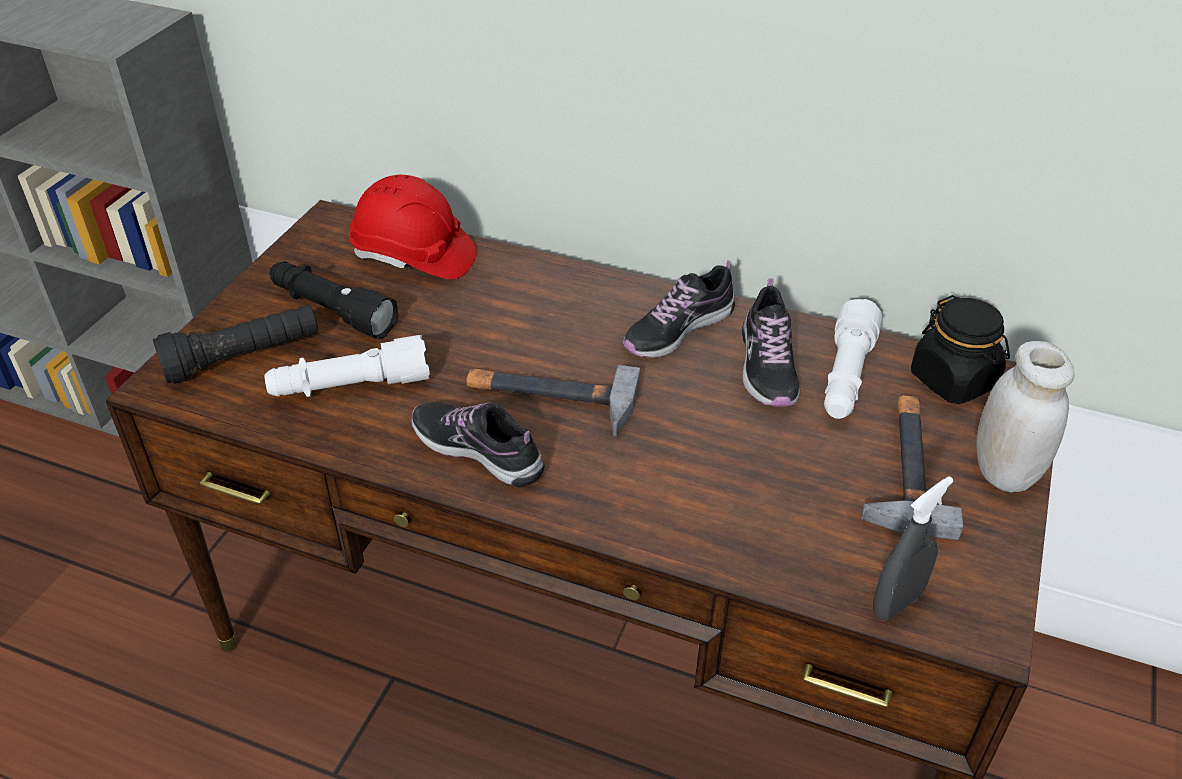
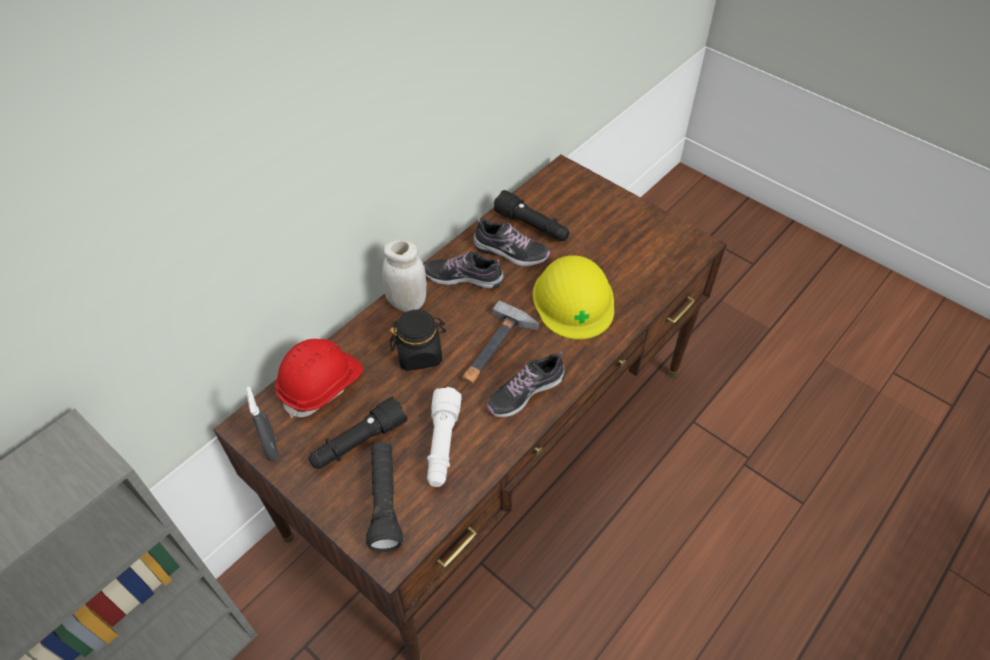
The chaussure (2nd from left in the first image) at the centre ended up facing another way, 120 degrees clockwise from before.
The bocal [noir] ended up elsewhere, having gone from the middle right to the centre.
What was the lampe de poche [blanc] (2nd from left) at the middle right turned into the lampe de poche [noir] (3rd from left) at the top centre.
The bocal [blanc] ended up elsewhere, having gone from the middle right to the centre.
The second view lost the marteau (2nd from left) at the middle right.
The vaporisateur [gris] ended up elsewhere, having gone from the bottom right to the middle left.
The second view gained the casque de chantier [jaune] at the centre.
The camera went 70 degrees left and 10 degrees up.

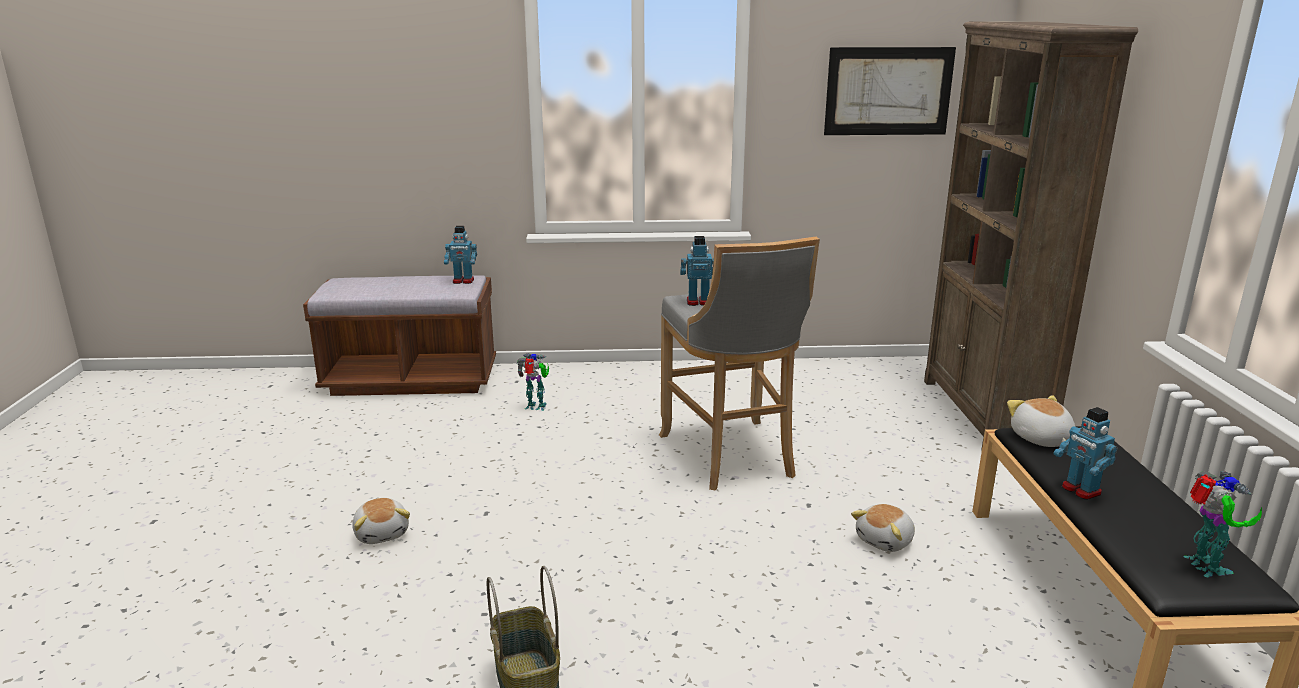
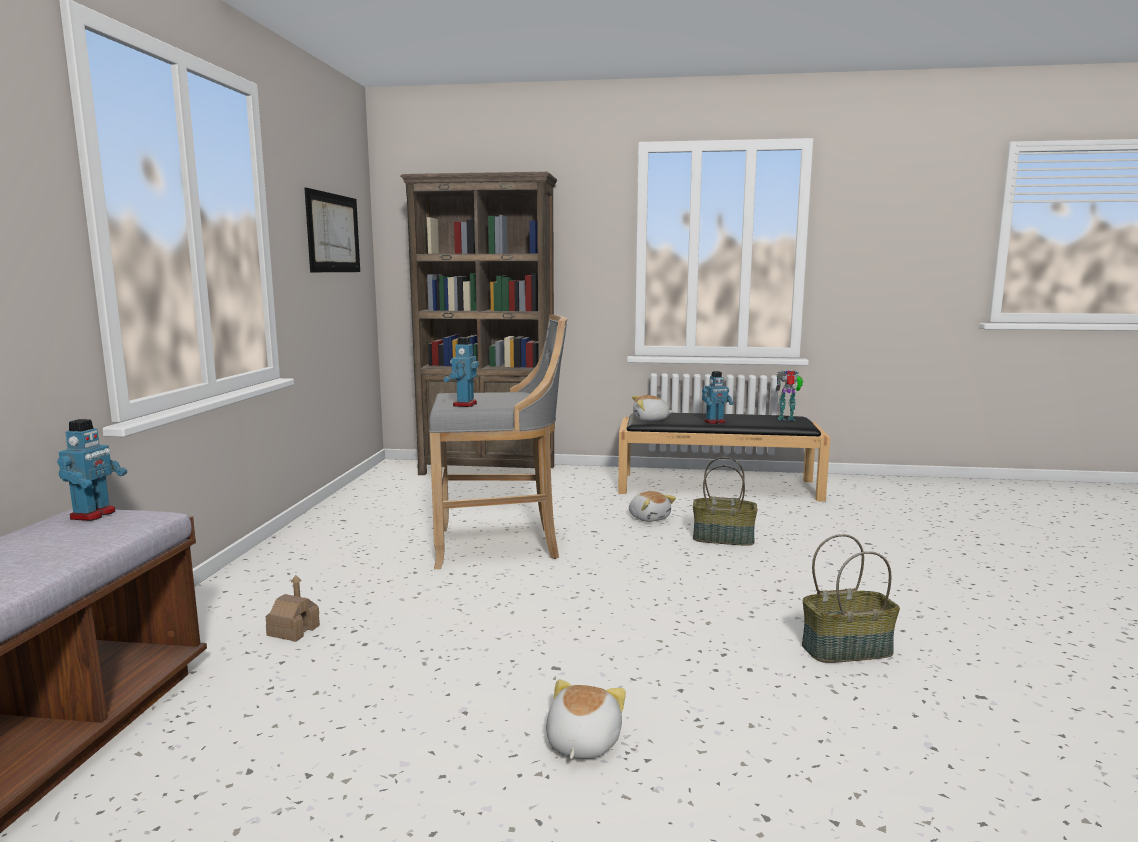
Where the robot jouet (2nd from left) stood at the centre, the maison miniature came to stand at the bottom left.
The peluche (1st from left) at the bottom left ended up facing another way, 60 degrees counterclockwise from before.
The second view gained the panier (1st from left) at the centre.
The camera went 80 degrees left and 10 degrees down.

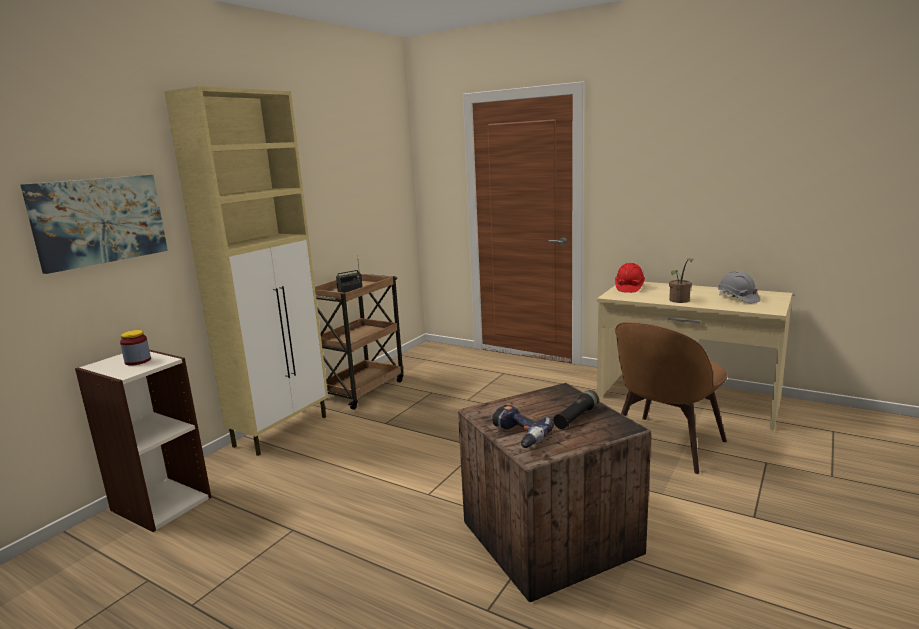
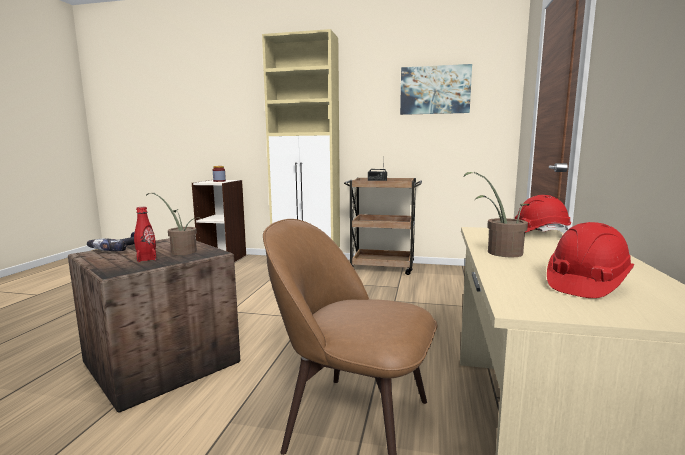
The tableau ended up elsewhere, having gone from the middle left to the top centre.
What was the casque de chantier [gris] at the middle right turned into the casque de chantier [rouge] (2nd from left) at the middle right.
Where the lampe de poche [noir] stood at the centre, the bouteille [rouge] came to stand at the middle left.
The second view gained the plante en pot (1st from left) at the middle left.
The camera went 70 degrees right and 5 degrees down.

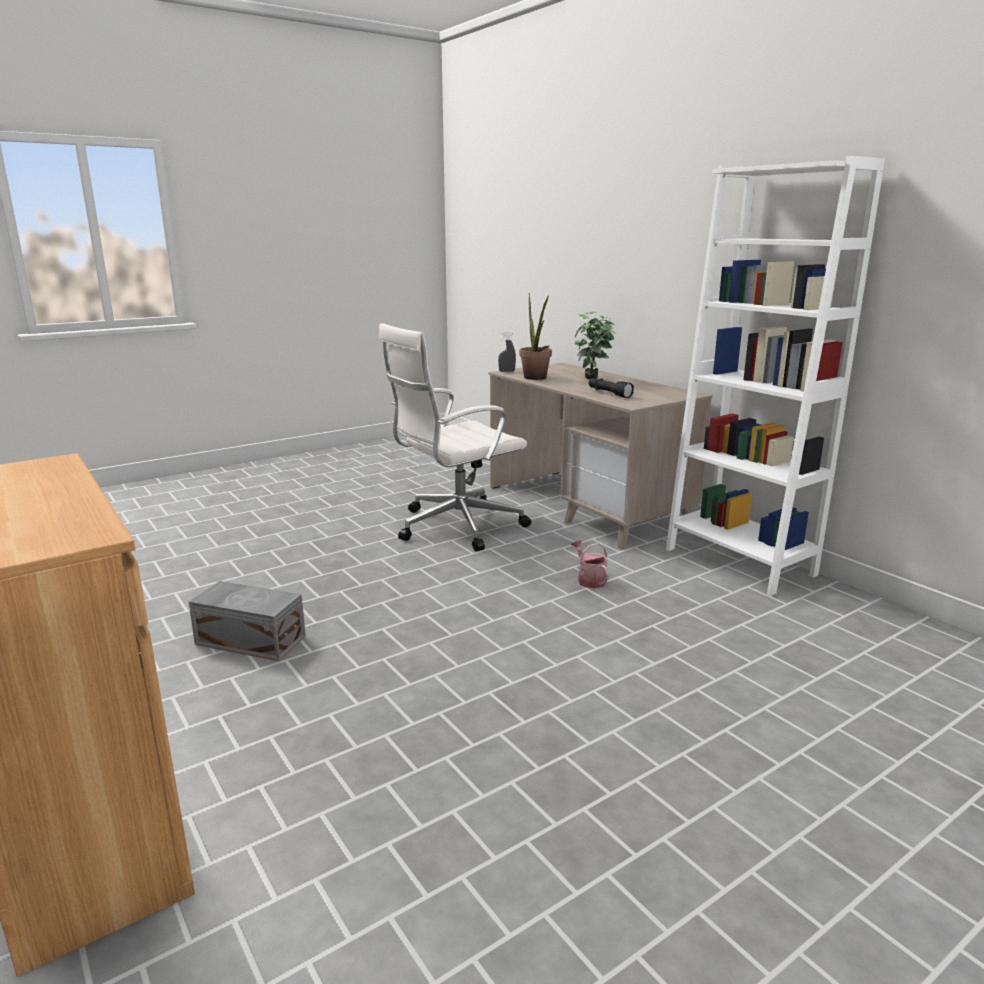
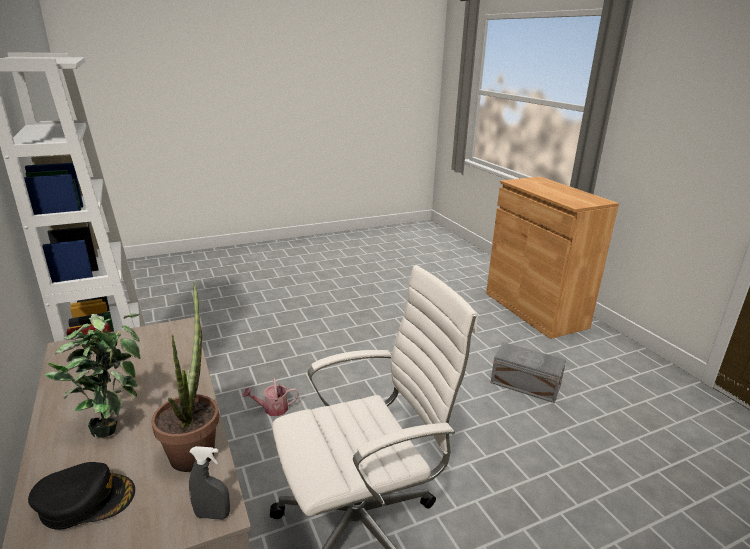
The second view lost the lampe de poche [noir] at the centre.
The arrosoir at the centre ended up facing another way, 90 degrees clockwise from before.
The second view gained the casquette [noir] at the bottom left.
The camera went 170 degrees left and 5 degrees up.

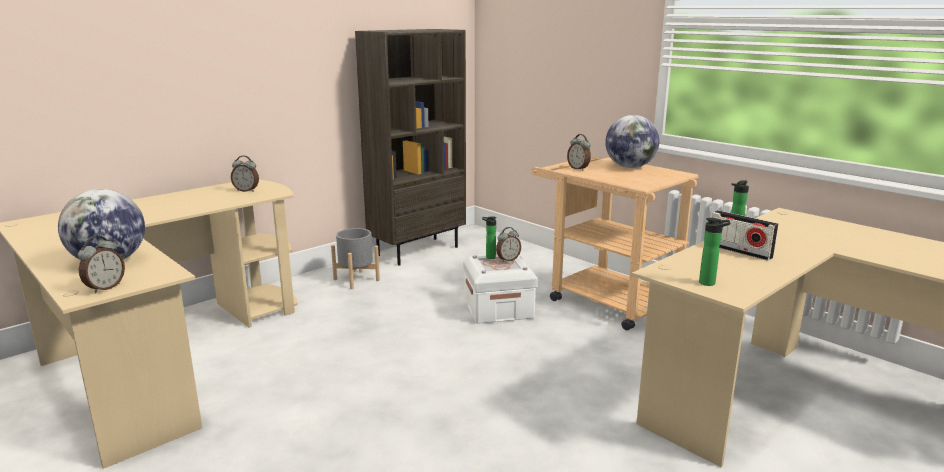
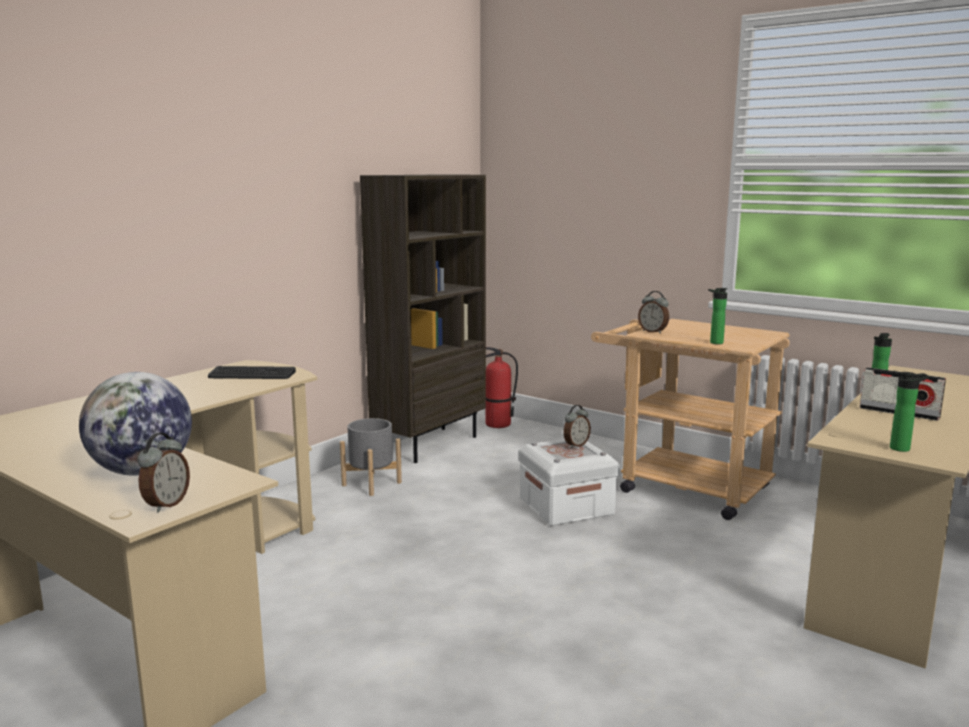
The second view lost the globe (2nd from left) at the top right.
Where the réveil (2nd from left) stood at the middle left, the clavier came to stand at the middle left.
The bouteille (1st from left) ended up elsewhere, having gone from the centre to the middle right.
The second view gained the extincteur at the centre.
The camera went 10 degrees left and 5 degrees down.

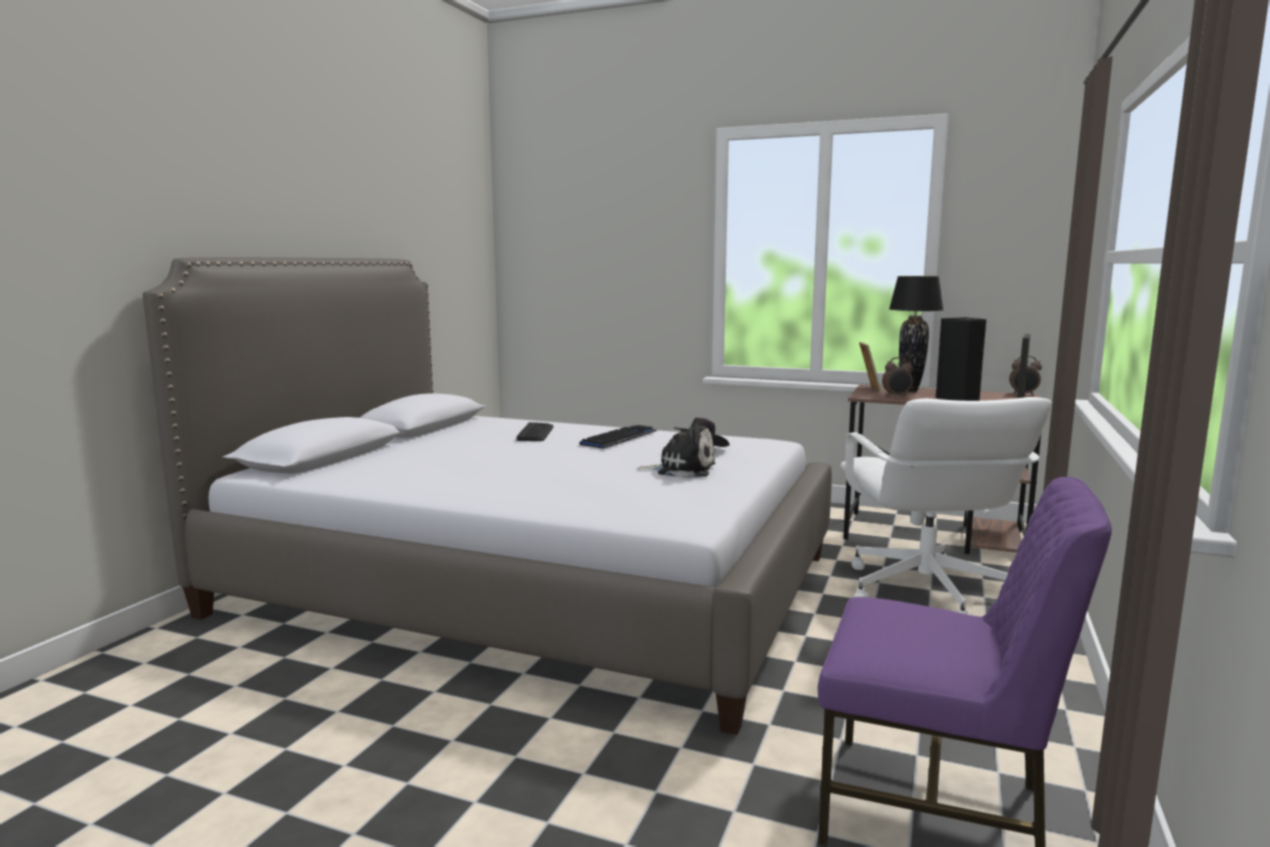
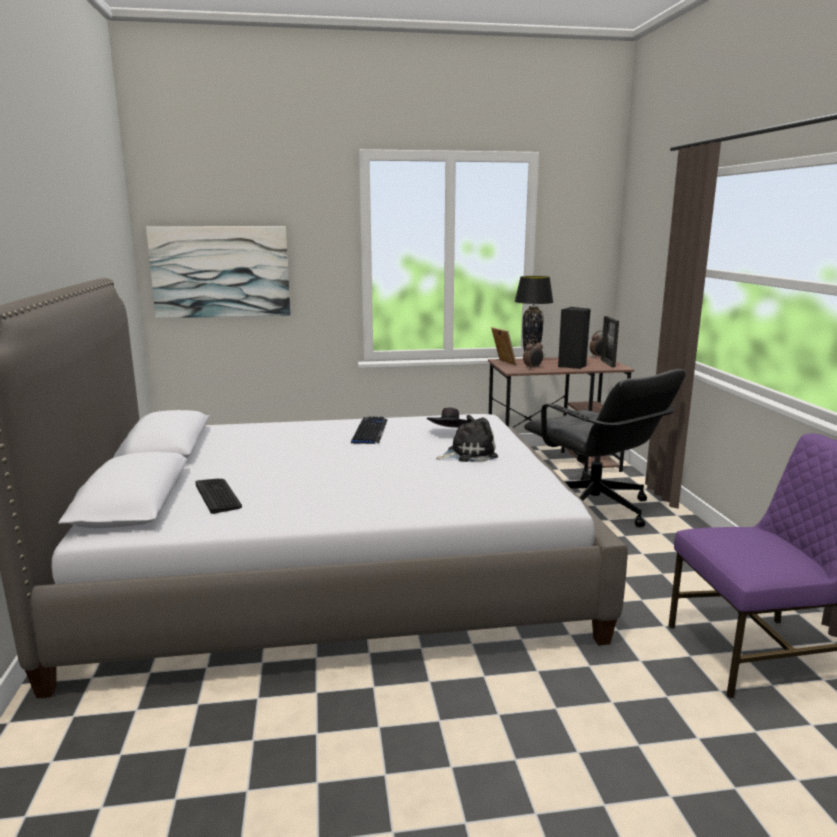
What was the chaise de bureau [blanc] at the middle right turned into the chaise de bureau [noir] at the middle right.
The clavier (1st from left) ended up elsewhere, having gone from the centre to the middle left.
The second view gained the tableau at the top left.
The camera went 30 degrees left and 5 degrees up.

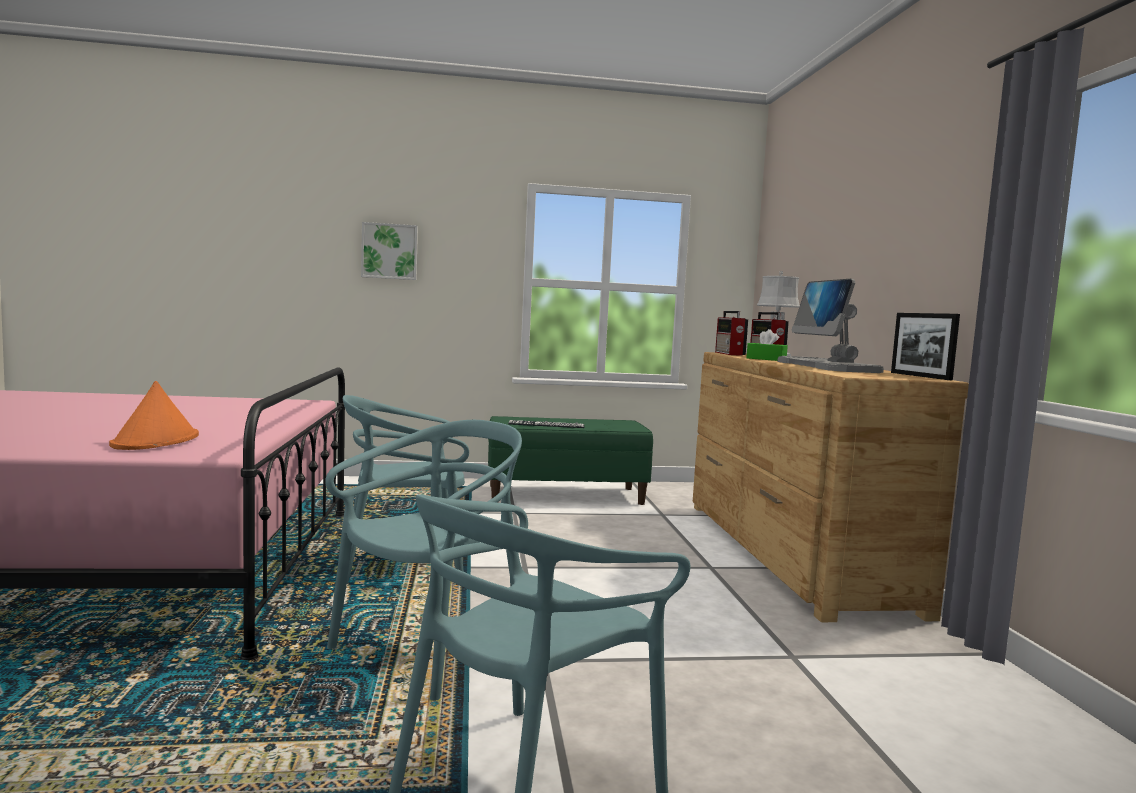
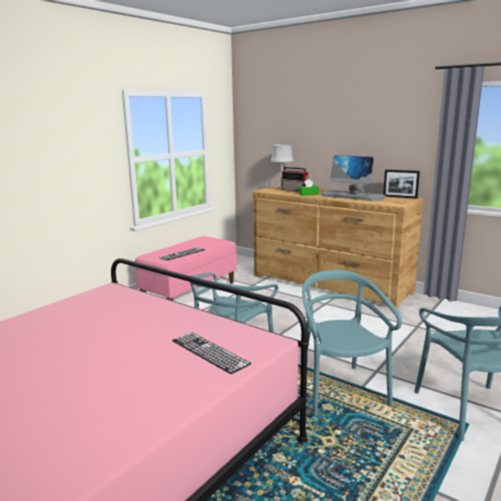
The second view lost the tableau at the top centre.
The second view lost the radio (1st from left) at the centre.
Where the chapeau [orange] stood at the middle left, the clavier (2nd from left) came to stand at the bottom centre.
What was the banc [vert] at the centre turned into the banc [rose] at the centre.
The camera went 45 degrees left and 10 degrees up.

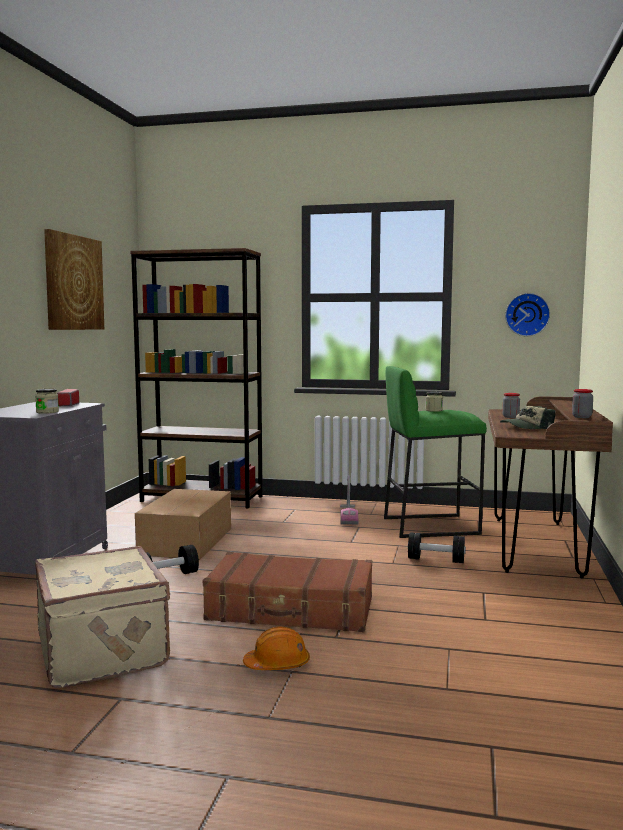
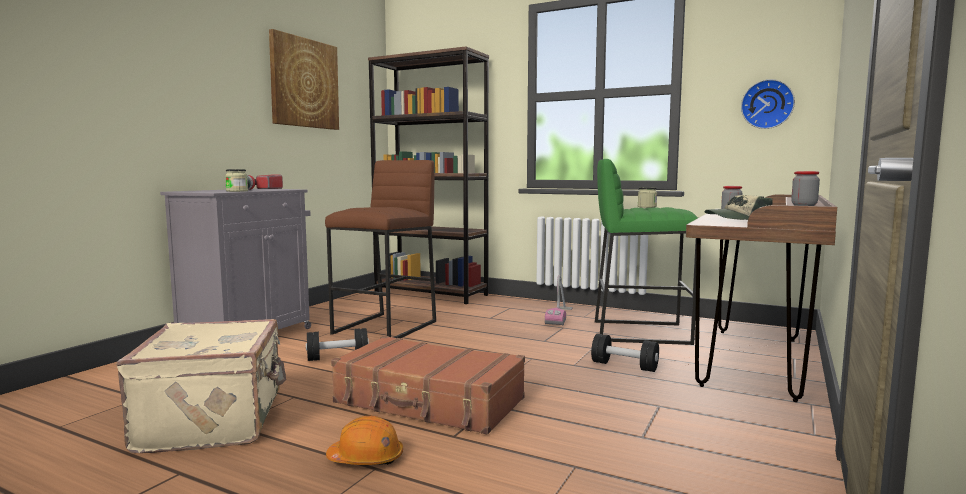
Where the carton stood at the middle left, the tabouret [marron] came to stand at the centre.
The camera went 15 degrees right and 0 degrees up.

